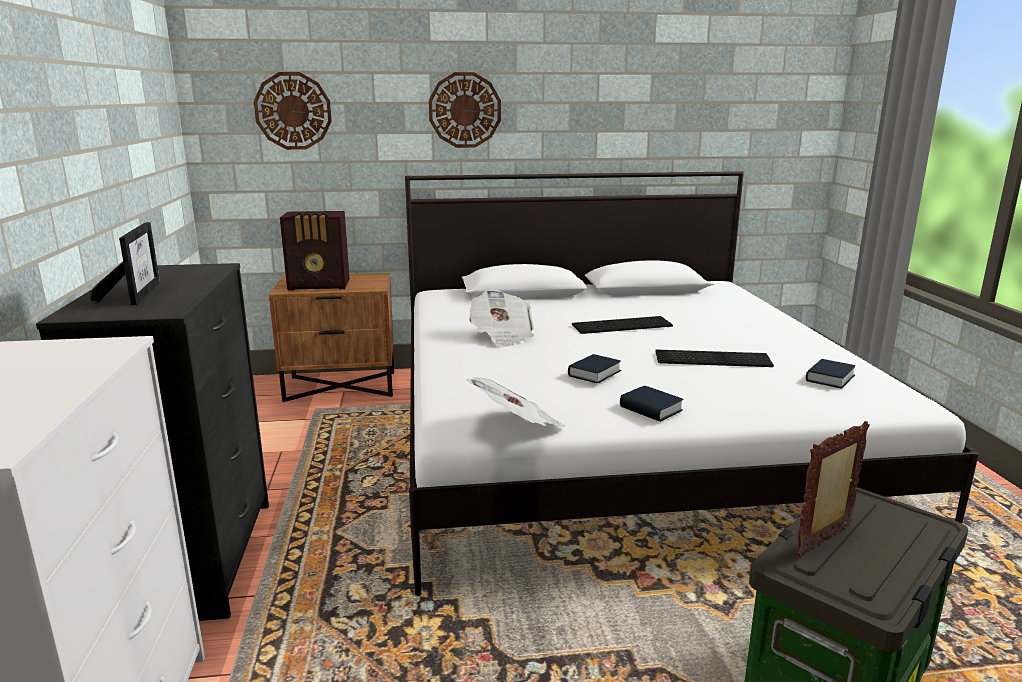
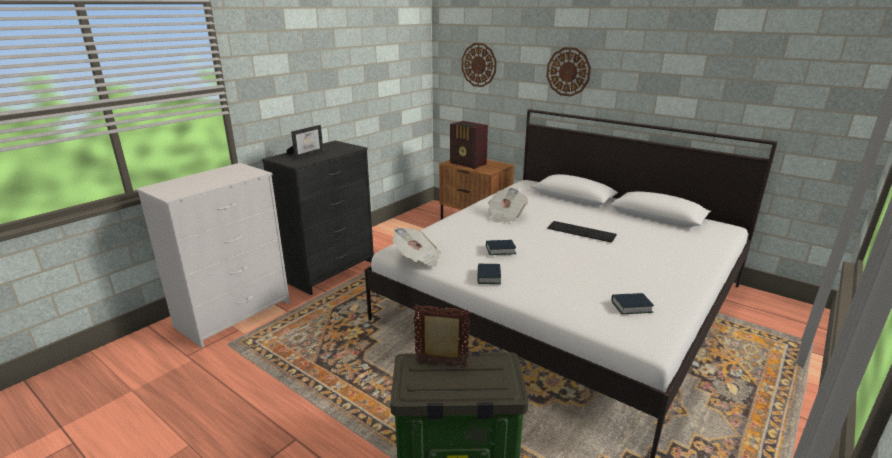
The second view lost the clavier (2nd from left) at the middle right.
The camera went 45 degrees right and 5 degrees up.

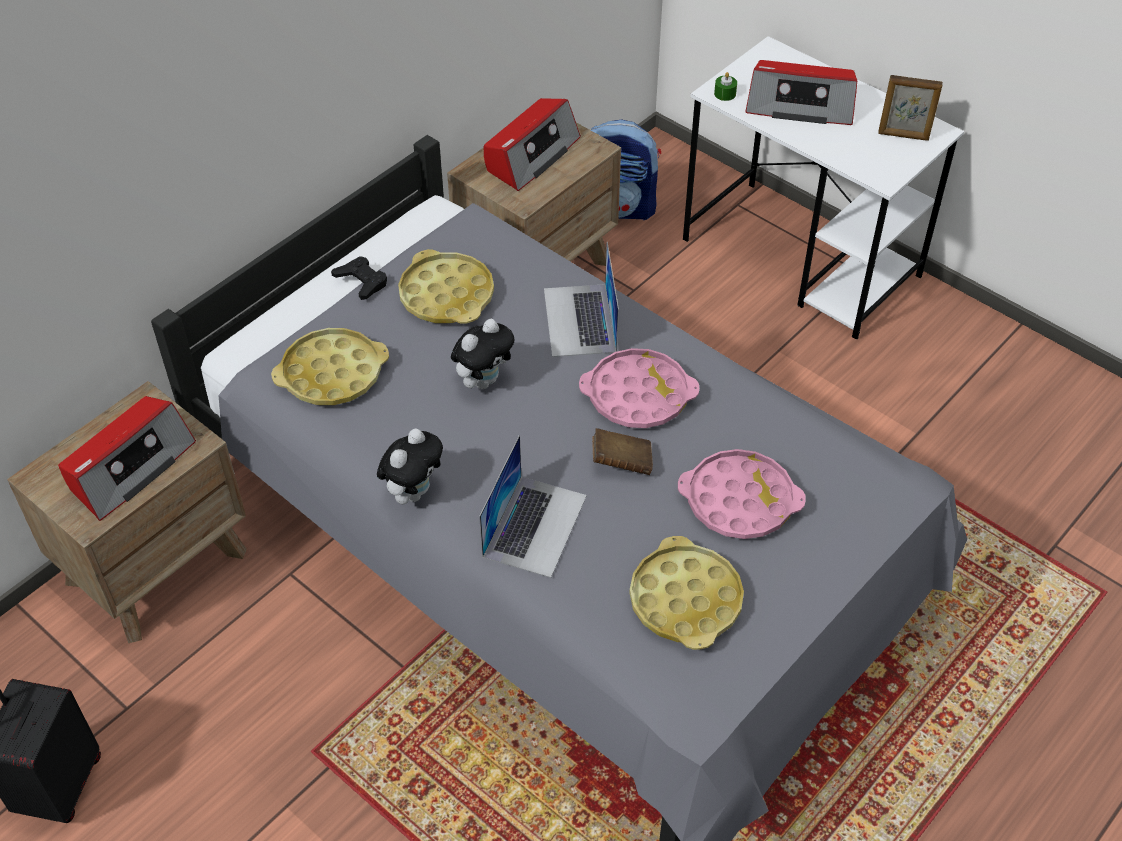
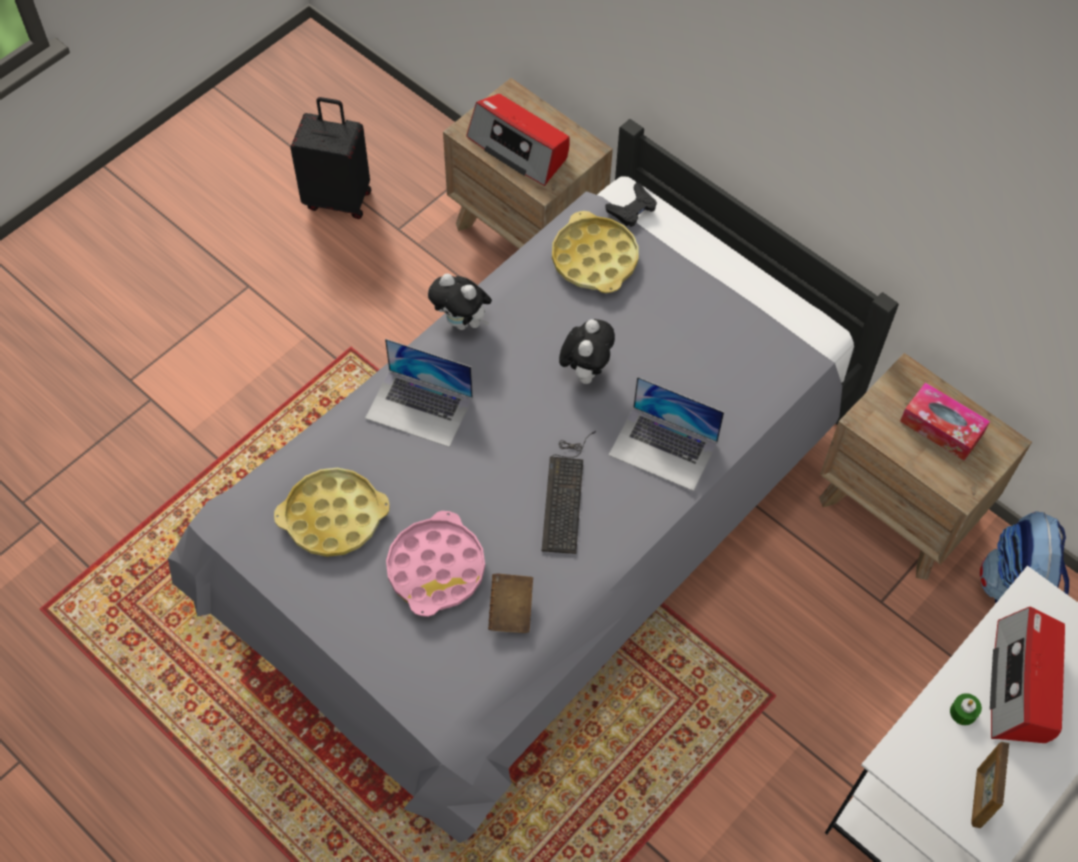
The bougie [vert] ended up elsewhere, having gone from the top centre to the bottom right.
Where the radio (2nd from left) stood at the top centre, the boîte à mouchoirs came to stand at the middle right.
The ordinateur portable (2nd from left) at the centre ended up facing another way, 150 degrees counterclockwise from before.
The second view lost the plateau [jaune] (2nd from left) at the centre.
The manette [noir] ended up elsewhere, having gone from the top left to the top centre.
The peluche (2nd from left) at the centre ended up facing another way, 120 degrees counterclockwise from before.
Where the plateau [rose] (1st from left) stood at the centre, the clavier came to stand at the centre.
The livre [marron] ended up elsewhere, having gone from the centre to the bottom centre.
The camera went 90 degrees right and 10 degrees up.

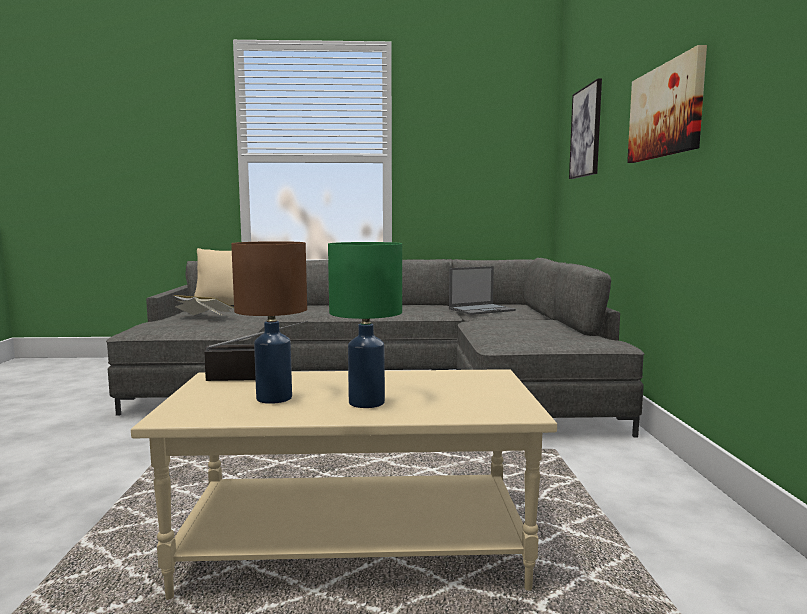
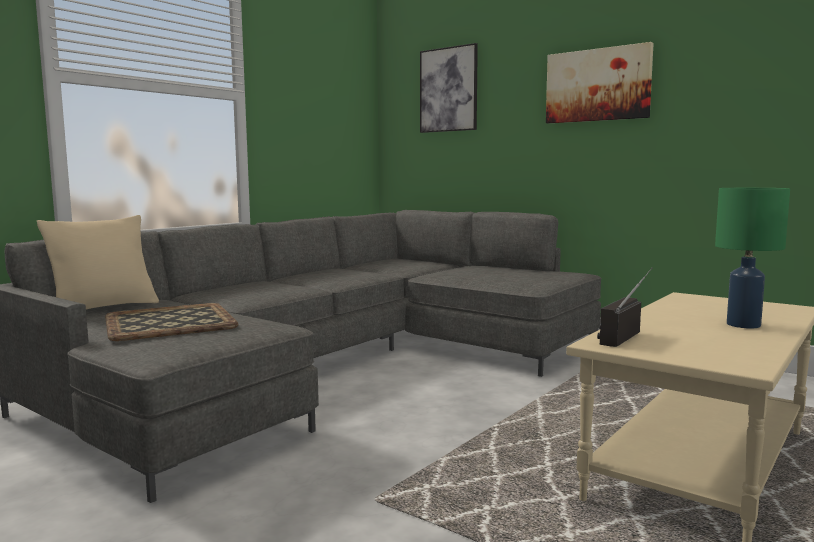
The second view lost the lampe de table [marron] at the centre.
The second view lost the ordinateur portable at the centre.
Where the livre stood at the middle left, the plateau came to stand at the middle left.
The camera went 50 degrees left and 0 degrees up.

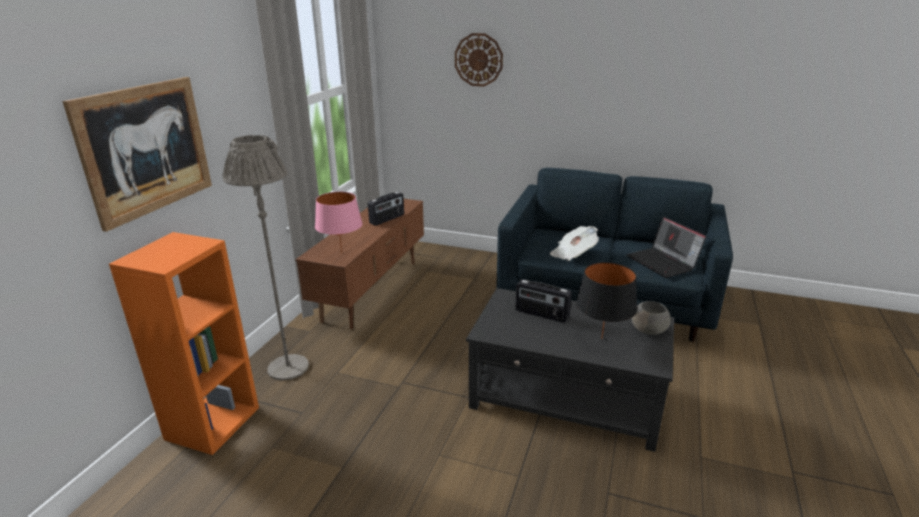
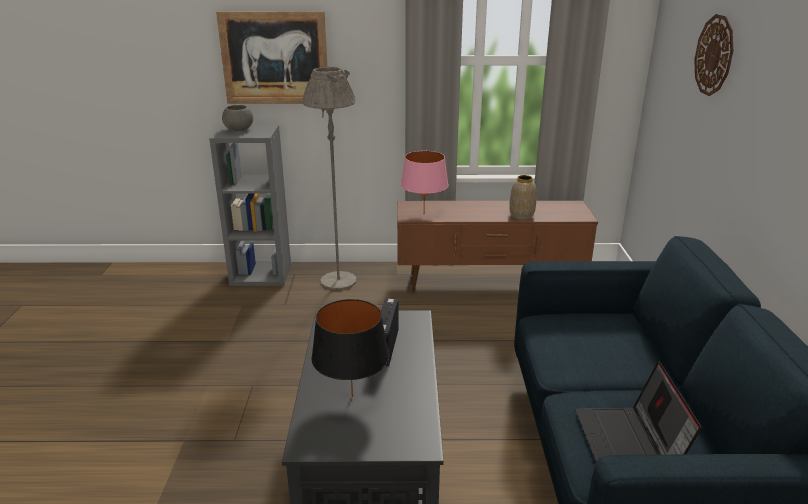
Where the radio (1st from left) stood at the centre, the vase came to stand at the centre.
The ordinateur portable at the middle right ended up facing another way, 45 degrees counterclockwise from before.
The second view lost the journal at the centre.
What was the bibliothèque [orange] at the middle left turned into the bibliothèque [gris] at the middle left.
The bol [gris] ended up elsewhere, having gone from the middle right to the top left.
The camera went 70 degrees right and 0 degrees up.

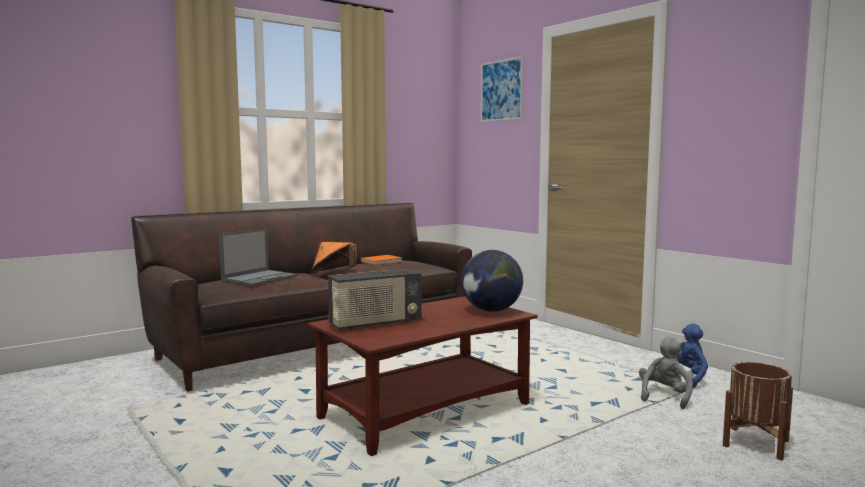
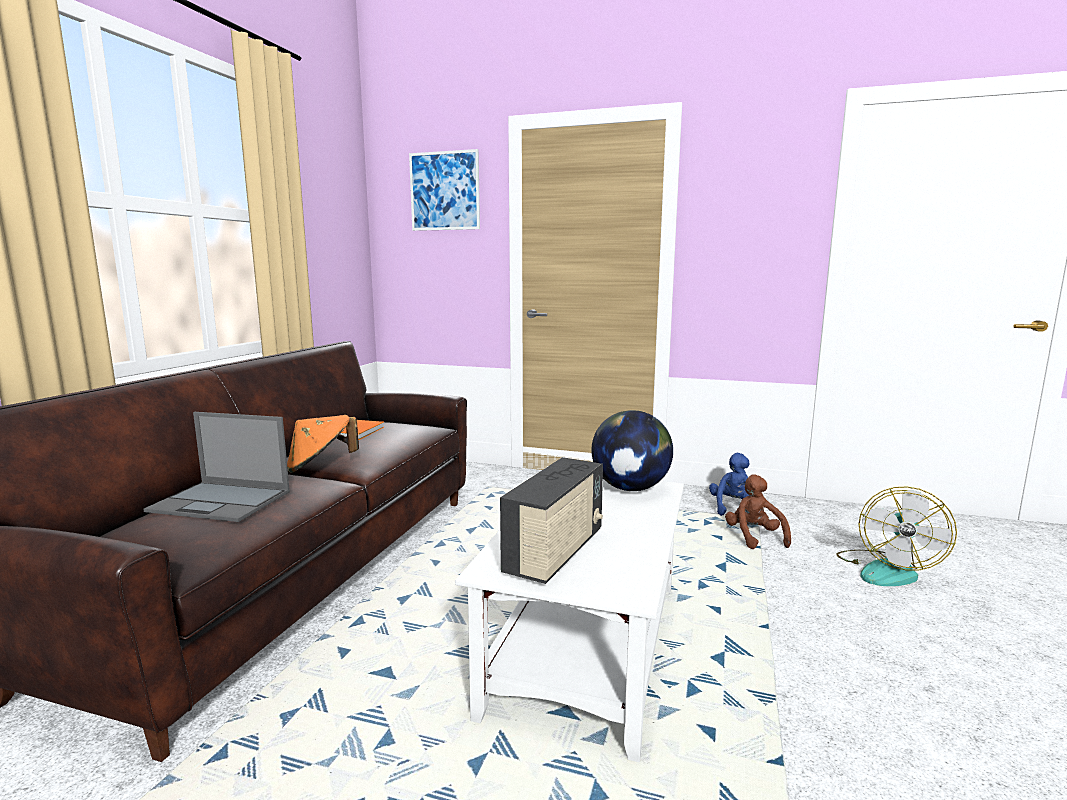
The ordinateur portable at the middle left ended up facing another way, 105 degrees clockwise from before.
What was the table basse [marron] at the bottom centre turned into the table basse [blanc] at the bottom centre.
What was the peluche [gris] at the bottom right turned into the peluche [marron] at the middle right.
Where the cache-pot [marron] stood at the bottom right, the ventilateur came to stand at the bottom right.
The camera went 35 degrees left and 5 degrees up.

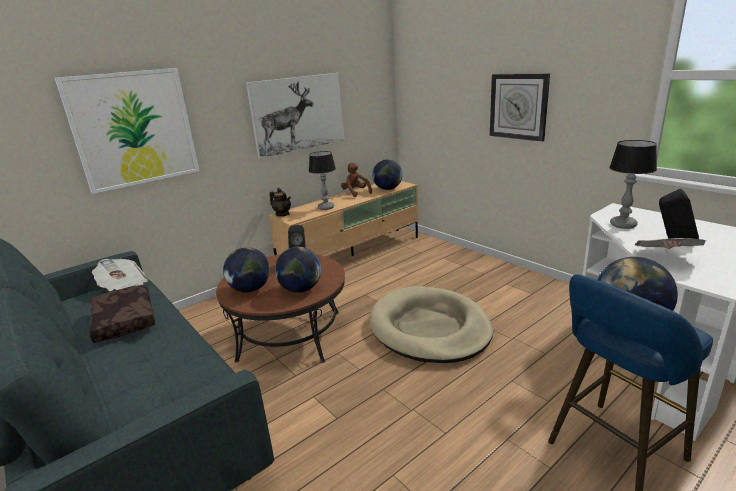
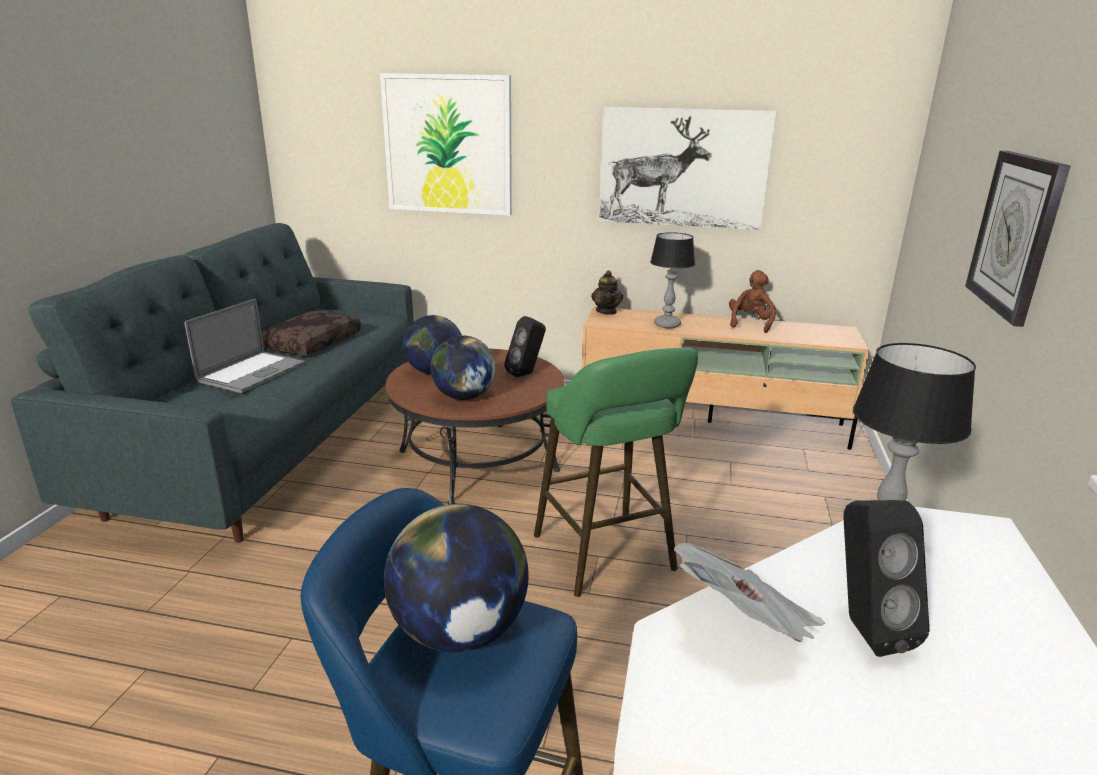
The second view lost the globe (3rd from left) at the centre.
The second view lost the journal (1st from left) at the middle left.
Where the panier pour chien [beige] stood at the centre, the tabouret [vert] came to stand at the centre.
The second view gained the ordinateur portable at the middle left.
The camera went 50 degrees right and 0 degrees up.

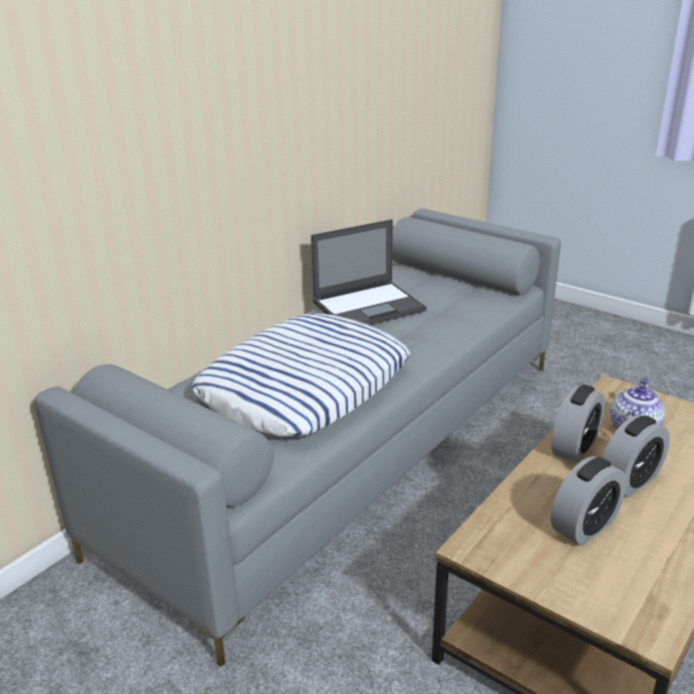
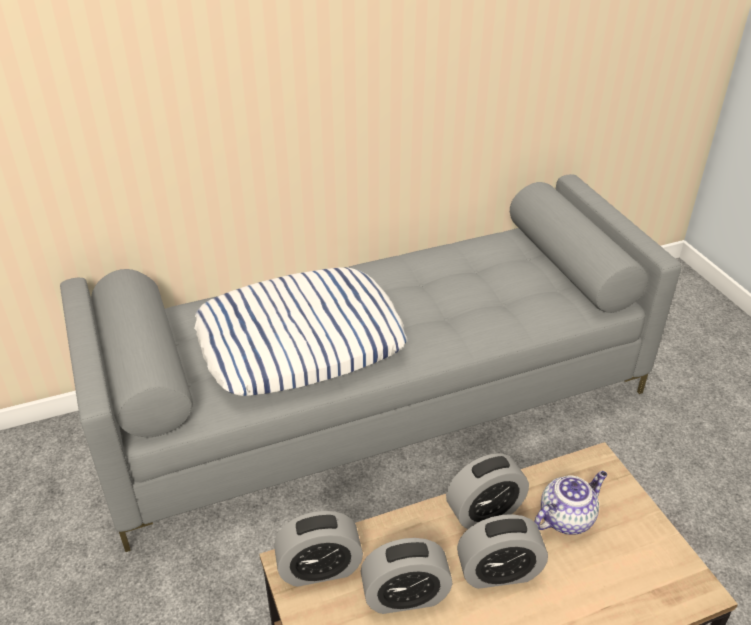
The second view lost the ordinateur portable at the centre.
The second view gained the réveil (1st from left) at the bottom centre.
The camera went 30 degrees right and 10 degrees up.

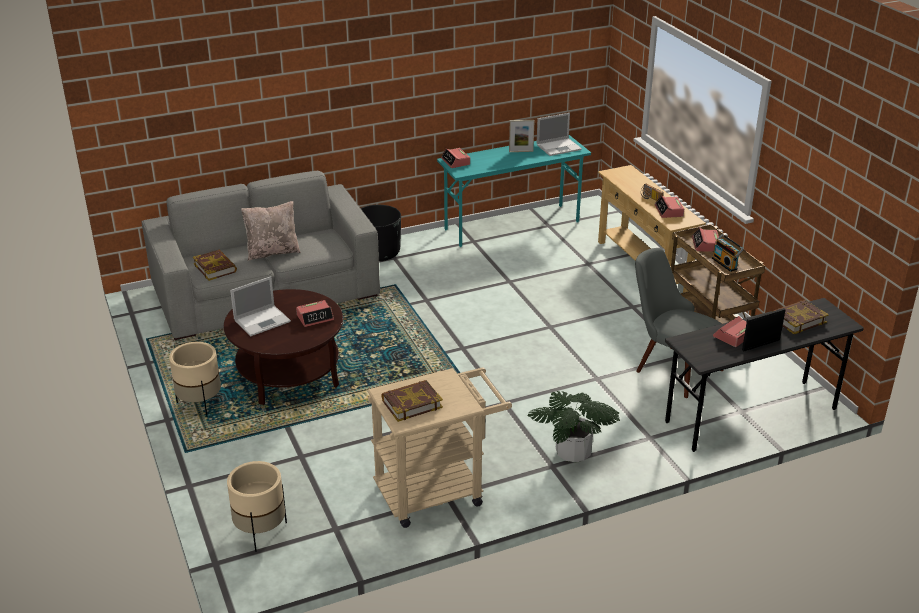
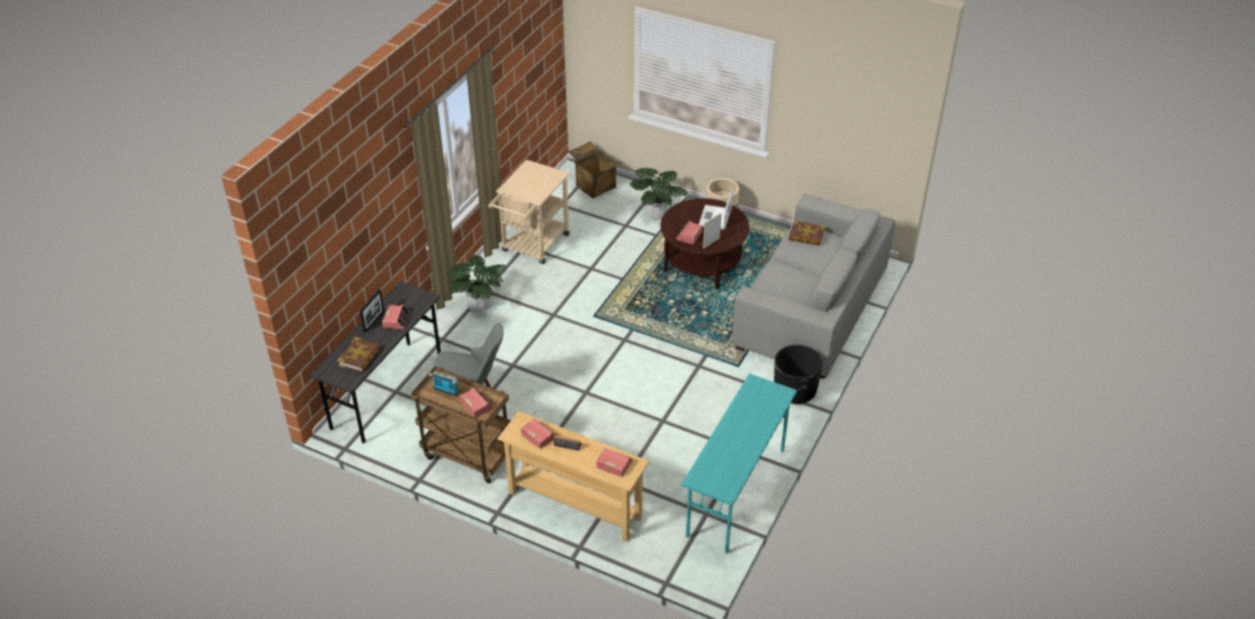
The second view lost the ordinateur portable (2nd from left) at the top centre.
The cadre photo (1st from left in the first image) ended up elsewhere, having gone from the top centre to the centre.
The réveil (2nd from left in the first image) ended up elsewhere, having gone from the top centre to the bottom centre.
The second view lost the coussin [beige] at the middle left.
The second view lost the livre (2nd from left) at the centre.
Where the cache-pot [beige] (2nd from left) stood at the bottom left, the carton came to stand at the top centre.
The second view gained the plante en pot (2nd from left) at the top centre.
The camera went 140 degrees right and 10 degrees up.

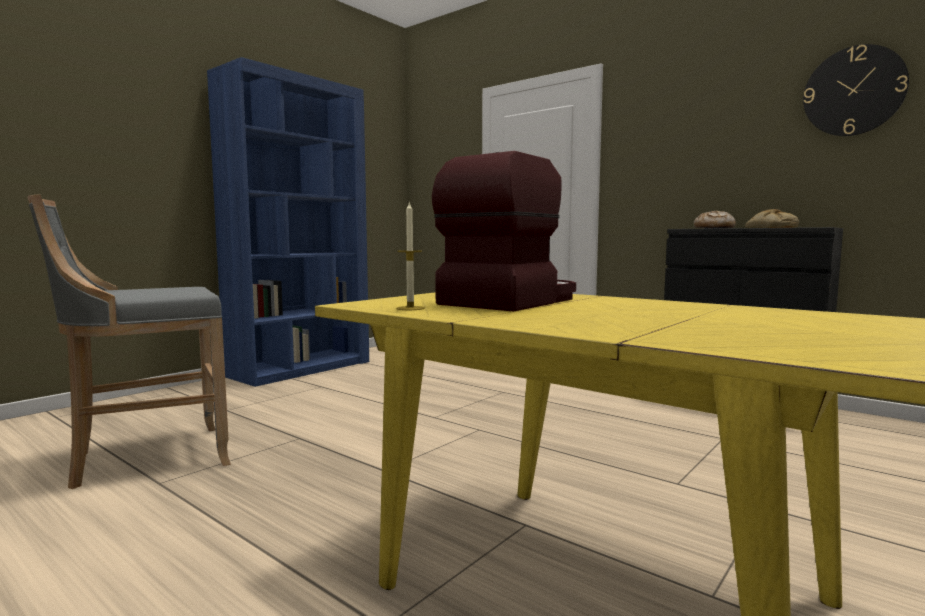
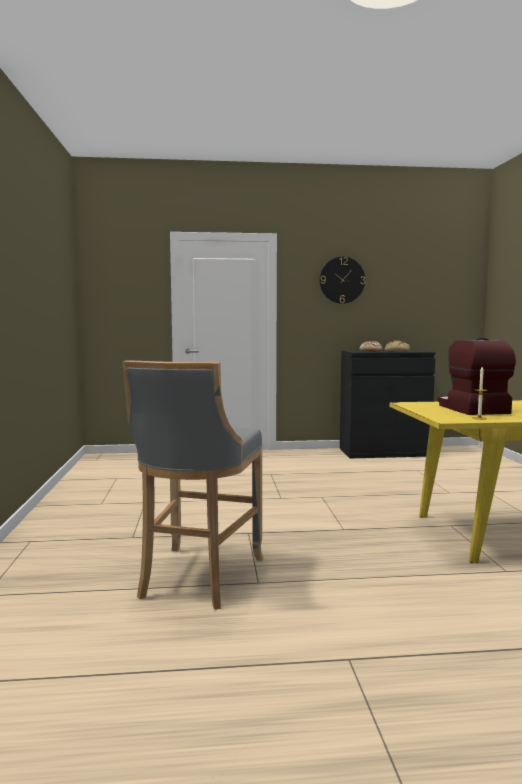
The horloge murale ended up elsewhere, having gone from the top right to the centre.
The second view lost the bibliothèque [bleu] at the middle left.
The camera went 45 degrees left and 0 degrees up.

